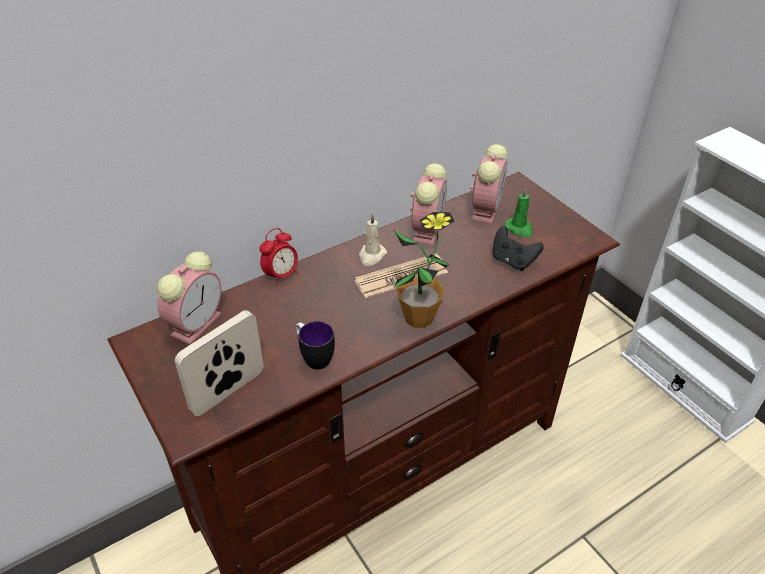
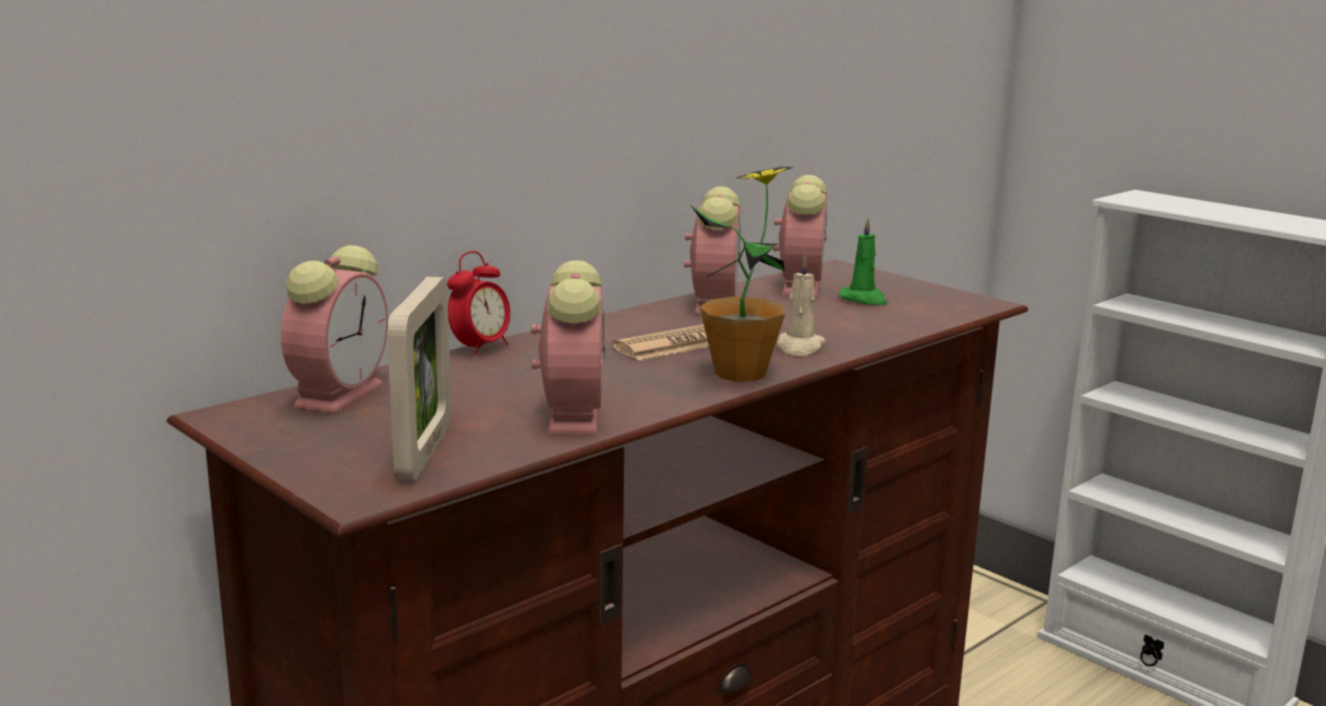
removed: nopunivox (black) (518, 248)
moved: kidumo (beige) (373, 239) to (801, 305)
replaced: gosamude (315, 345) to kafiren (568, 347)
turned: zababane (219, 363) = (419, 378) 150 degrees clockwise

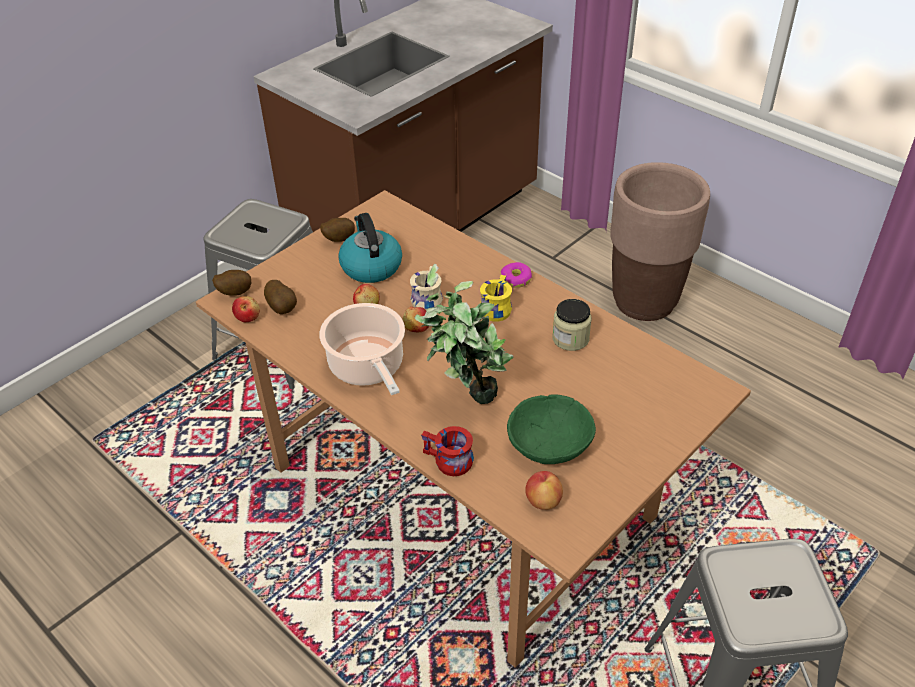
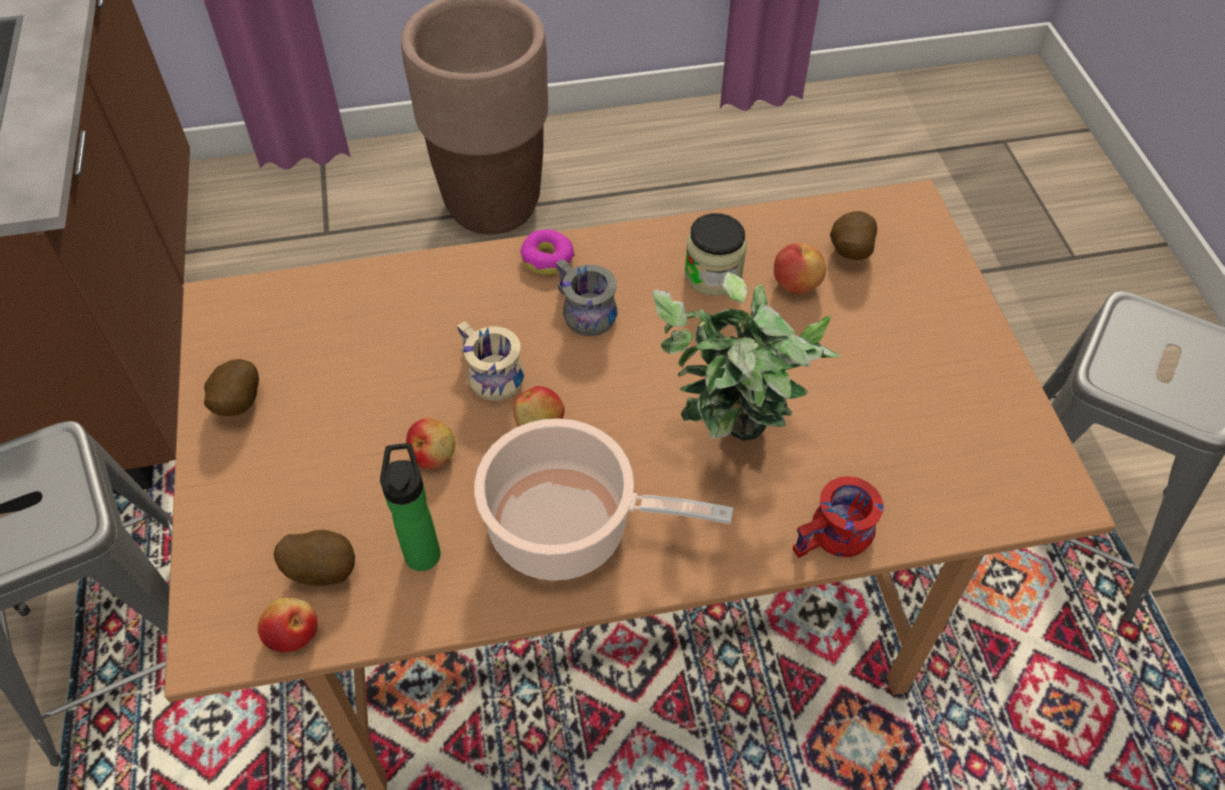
removed: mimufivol (370, 248); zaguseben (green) (551, 429)
added: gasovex (410, 507)
moved: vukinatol (231, 283) to (853, 235); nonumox (544, 490) to (800, 268)
recoloured: gosamude (yellow) (496, 298) to gosamude (grey) (586, 297)

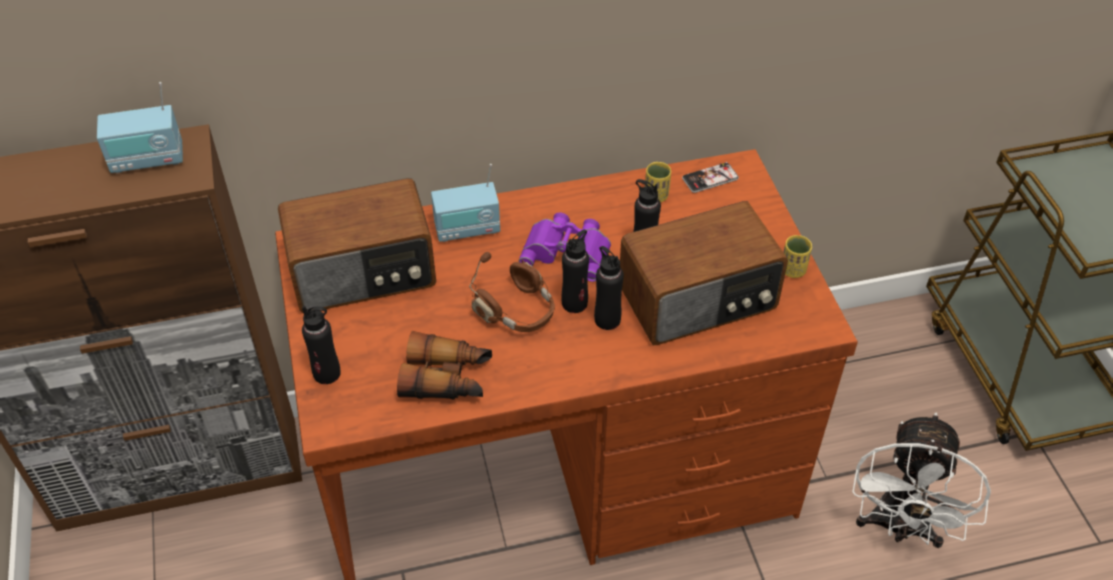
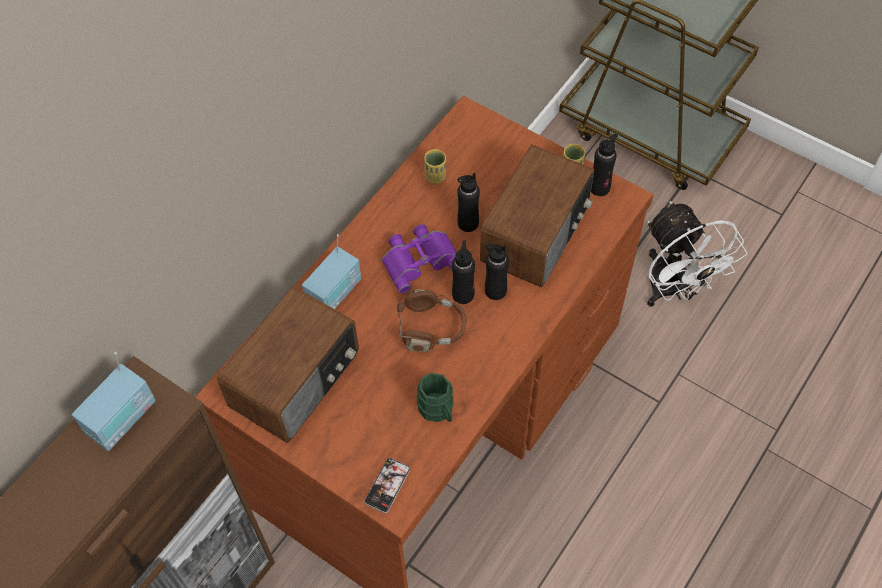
moved: gasovex (black) (321, 345) to (604, 165); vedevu (710, 177) to (387, 485)
replaced: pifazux (444, 365) to gosamude (green) (435, 397)

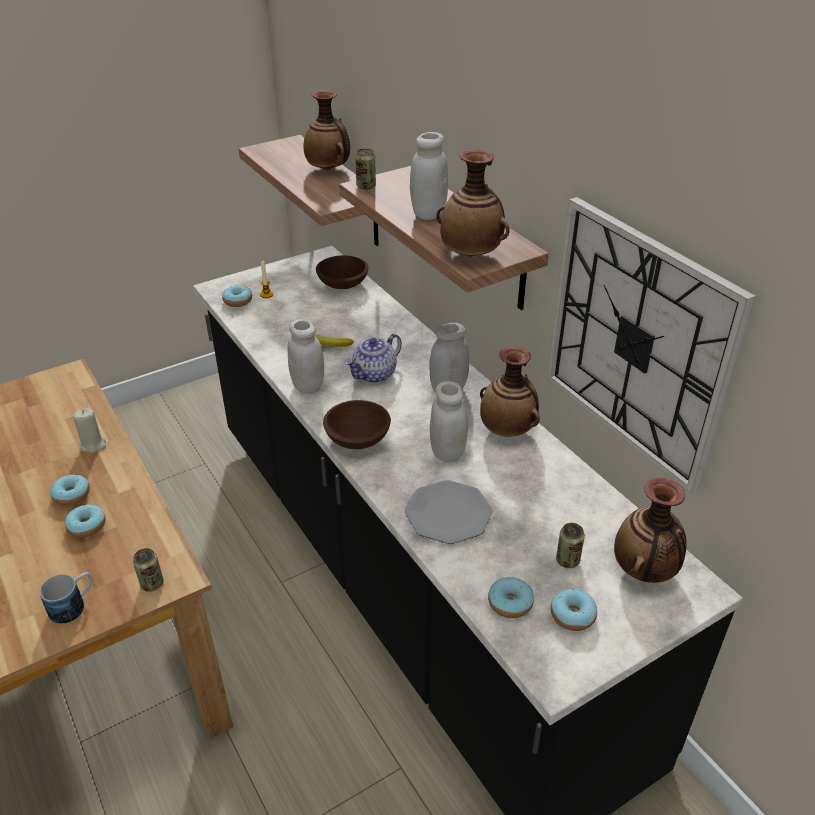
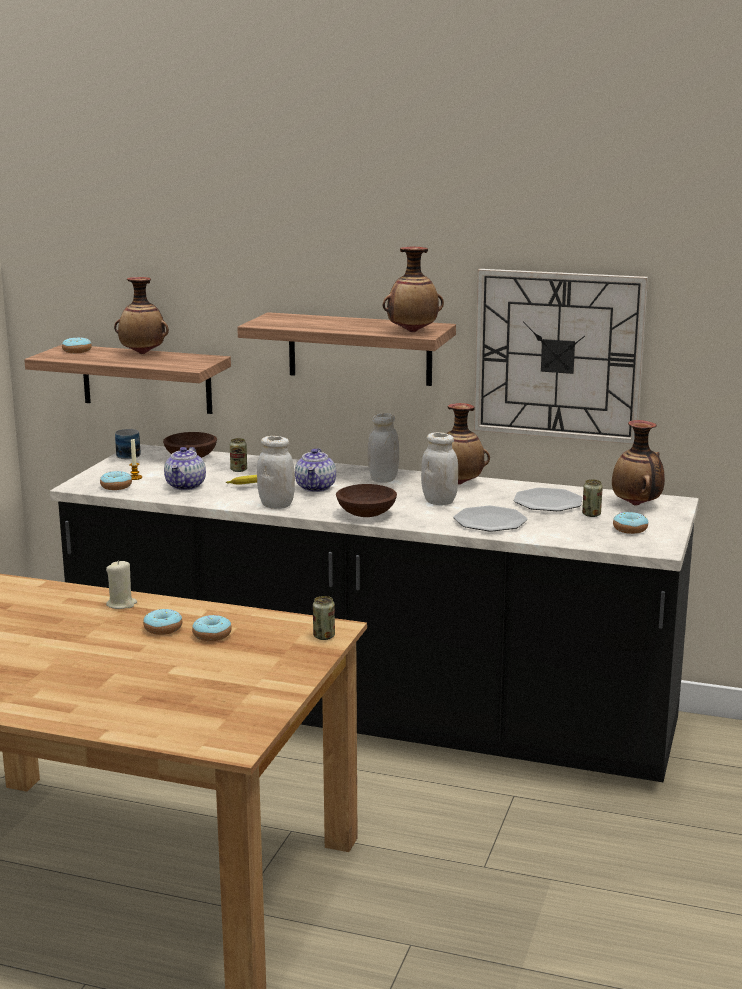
removed: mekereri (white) (429, 176)
added: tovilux (185, 468); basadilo (548, 499)
moved: gosamude (66, 598) to (128, 444); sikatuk (365, 169) to (238, 455); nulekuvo (511, 597) to (77, 345)

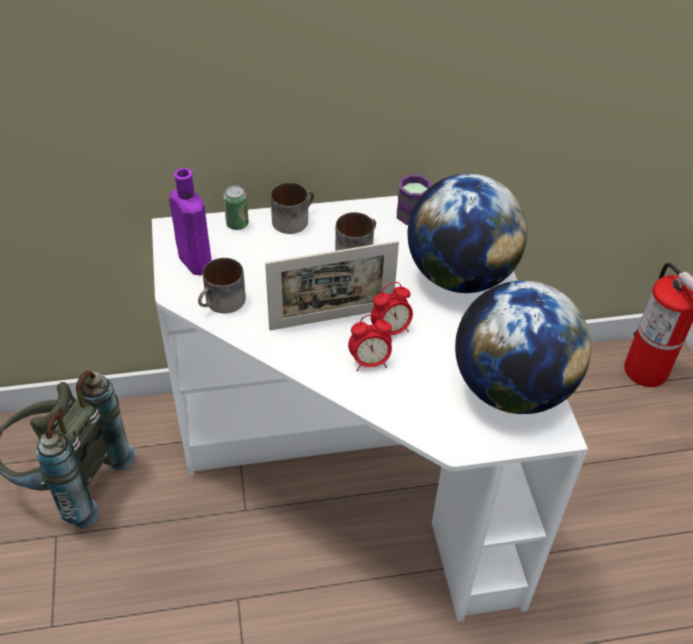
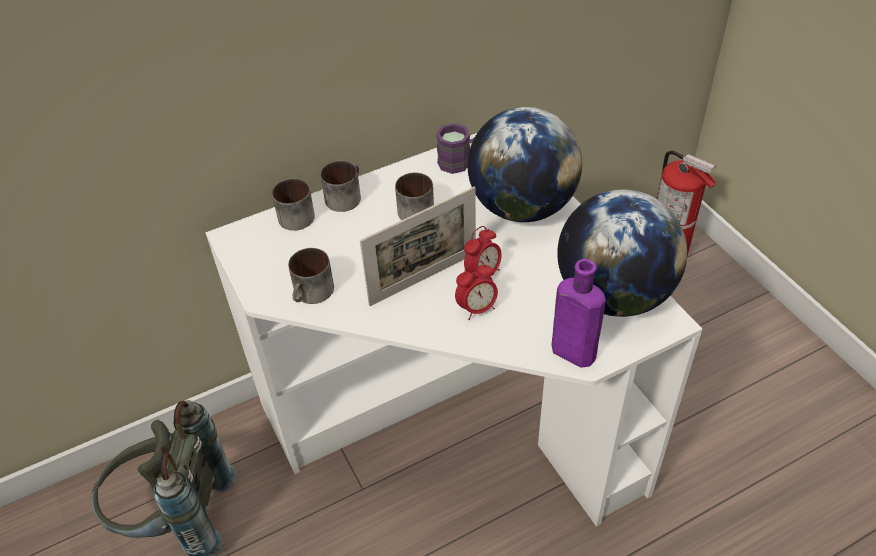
moved: gasovex (purple) (190, 221) to (579, 313)
replaced: sikatuk (236, 207) to gosamude (293, 205)

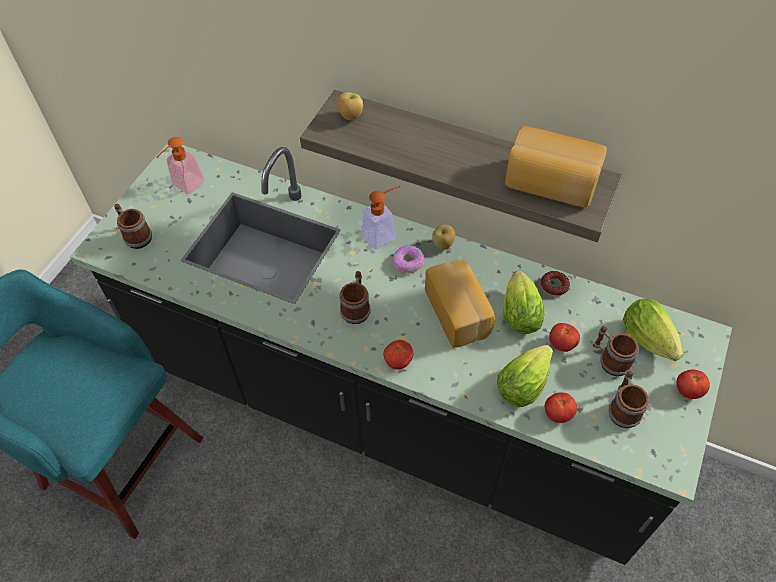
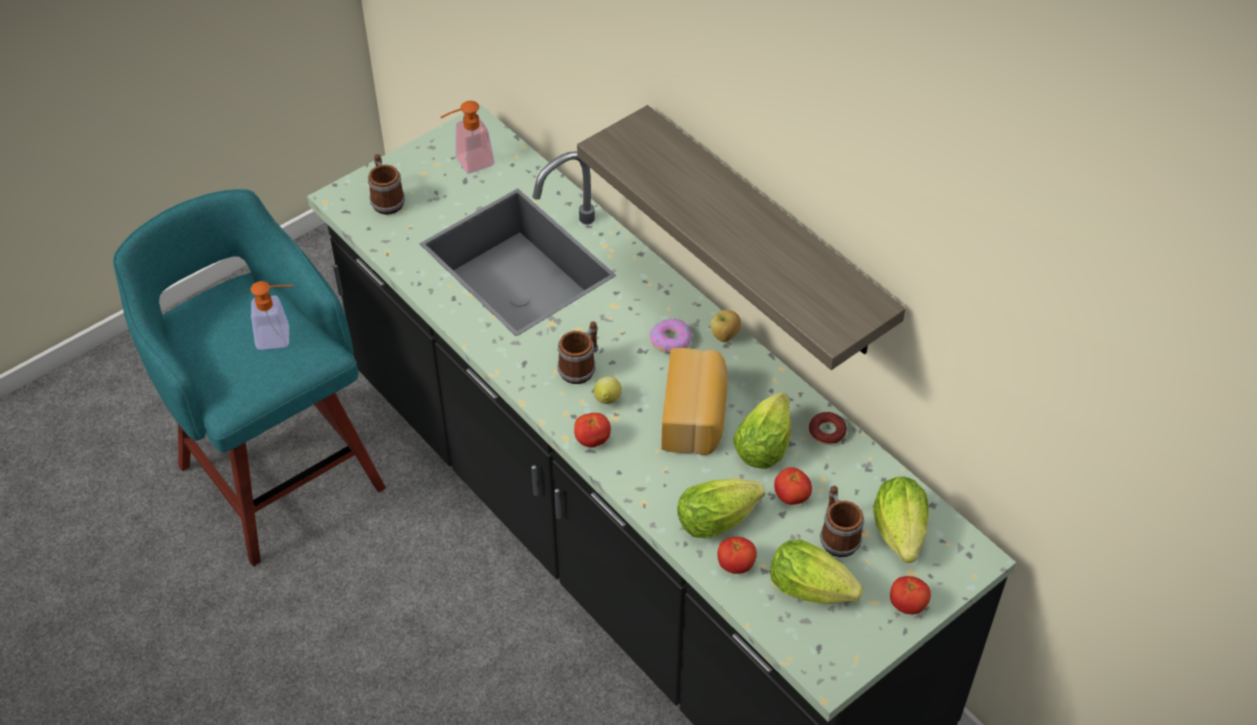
removed: nonumox (350, 106); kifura (556, 166)
added: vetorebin (608, 390)
moved: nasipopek (380, 217) to (272, 315)
replaced: gosamude (628, 399) to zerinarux (816, 571)

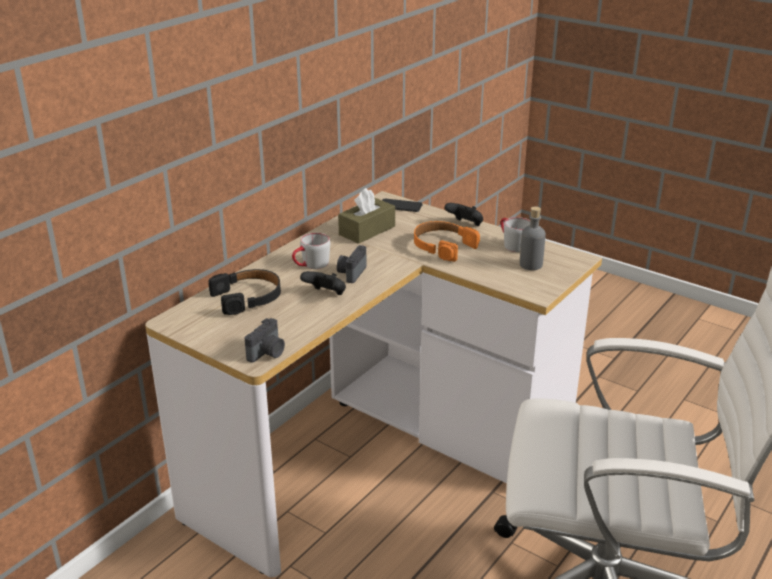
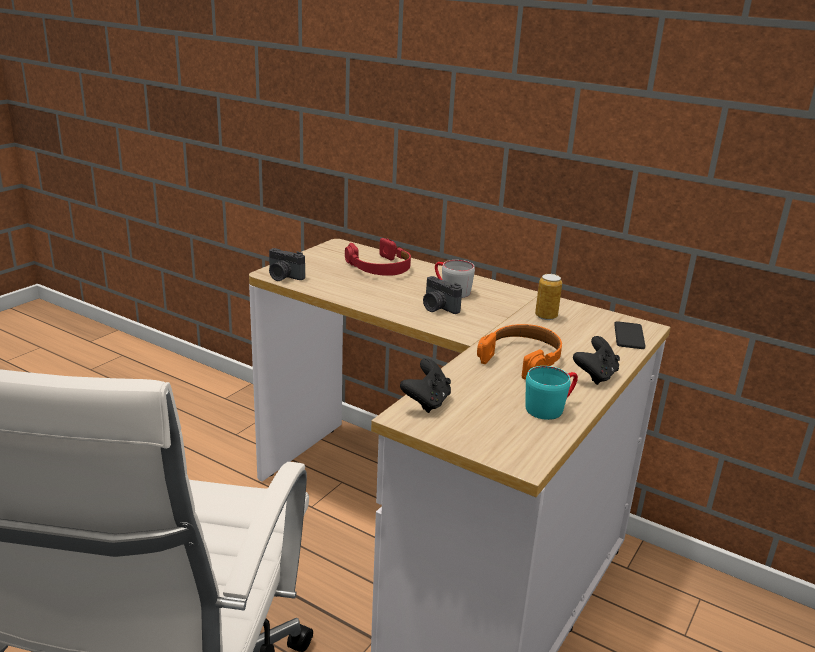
removed: gasovex (grey) (533, 238)
moved: nopunivox (black) (323, 283) to (425, 385)
replaced: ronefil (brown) (366, 216) to sikatuk (548, 297)
recoloured: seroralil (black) (245, 292) to seroralil (red) (378, 257); gosamude (grey) (515, 234) to gosamude (turquoise) (551, 393)
turned: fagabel (352, 264) = (442, 295) 150 degrees counterclockwise

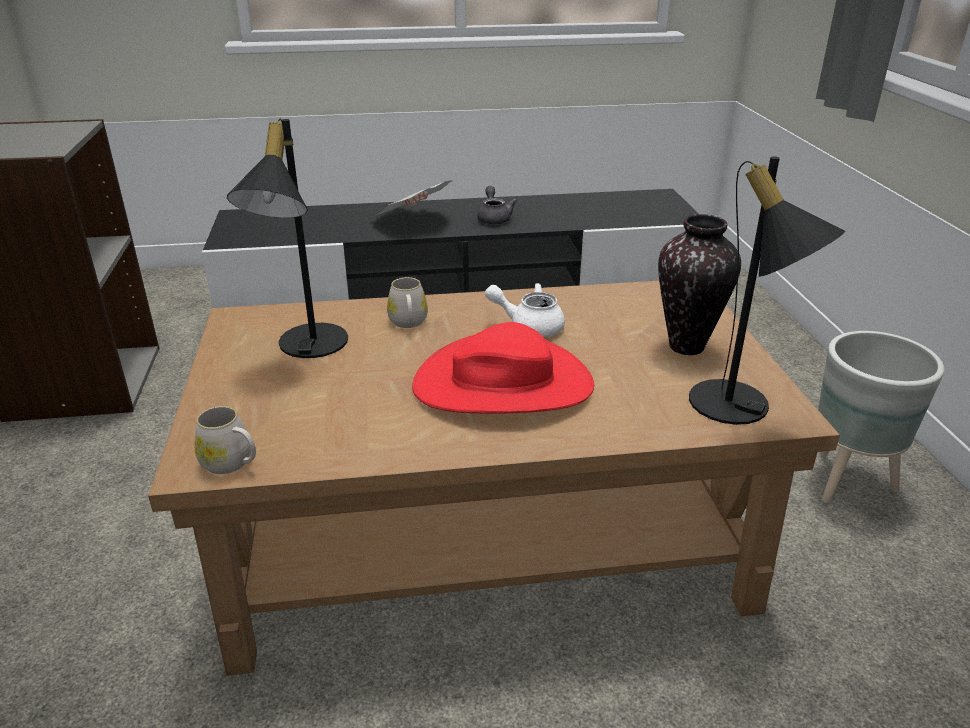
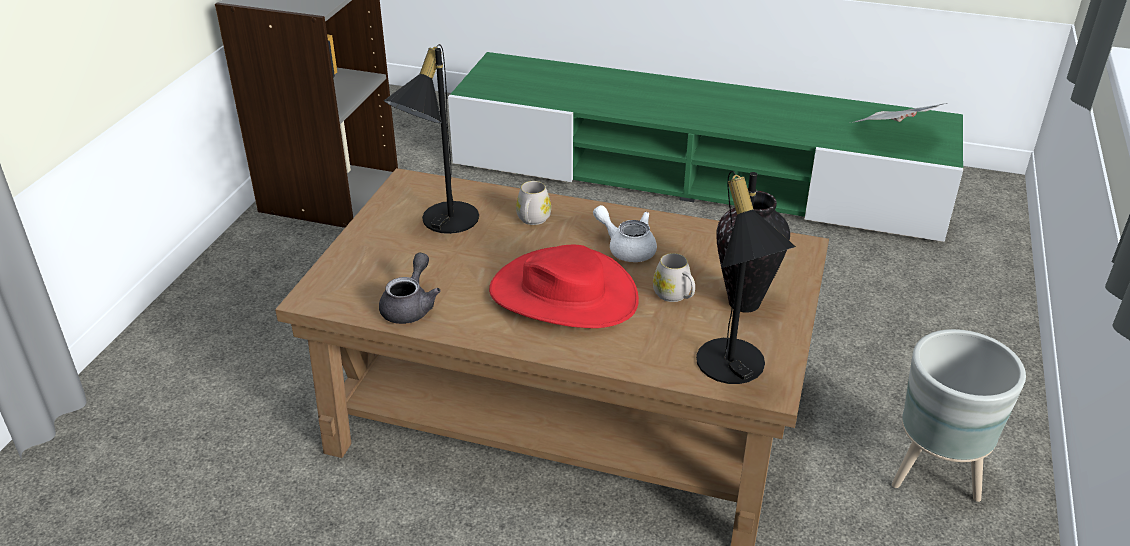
moved: gosamude (white) (225, 440) to (674, 277); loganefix (411, 198) to (898, 113); tovilux (grey) (497, 205) to (410, 288)
recoloured: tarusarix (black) (450, 248) to tarusarix (green) (705, 147)

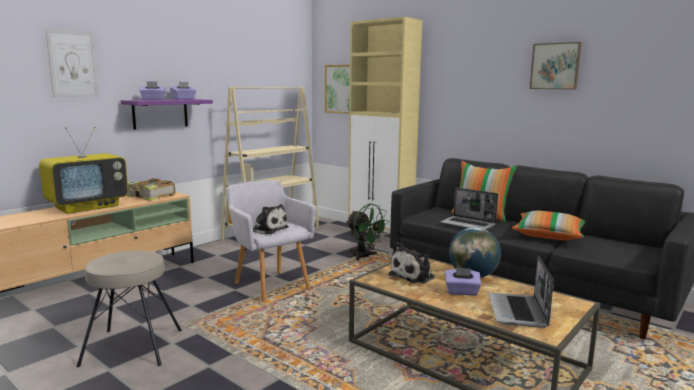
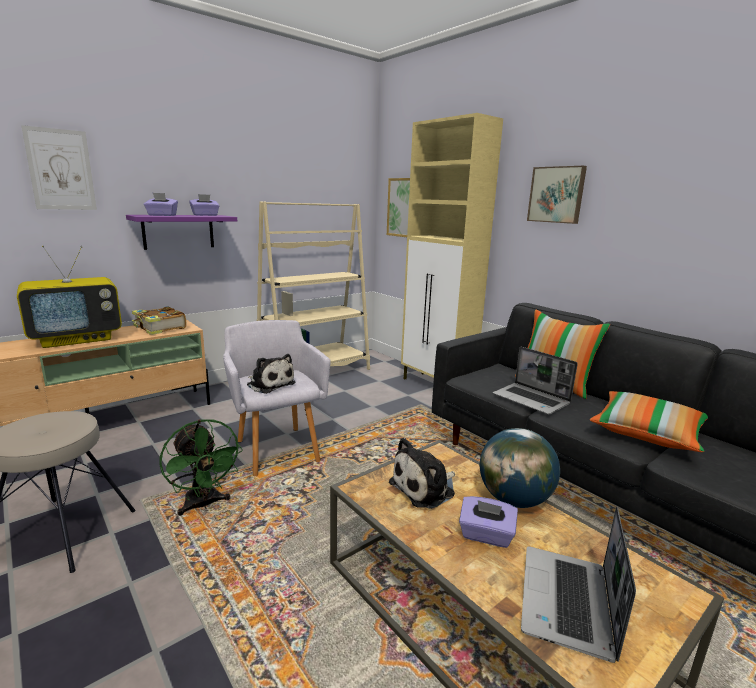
moved: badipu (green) (367, 231) to (201, 467); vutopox (556, 66) to (557, 195)

